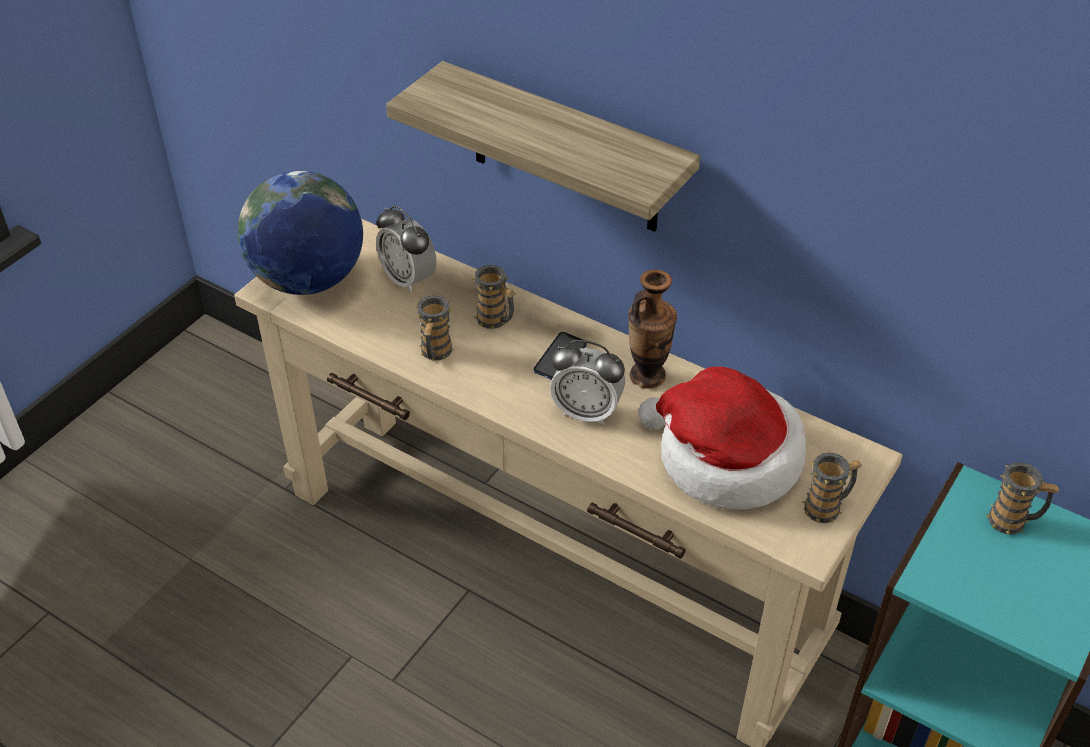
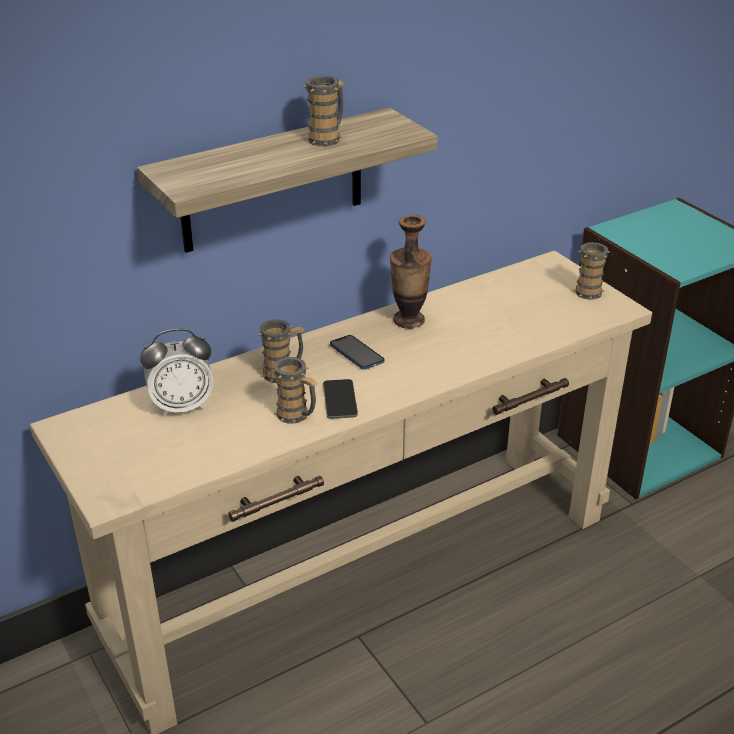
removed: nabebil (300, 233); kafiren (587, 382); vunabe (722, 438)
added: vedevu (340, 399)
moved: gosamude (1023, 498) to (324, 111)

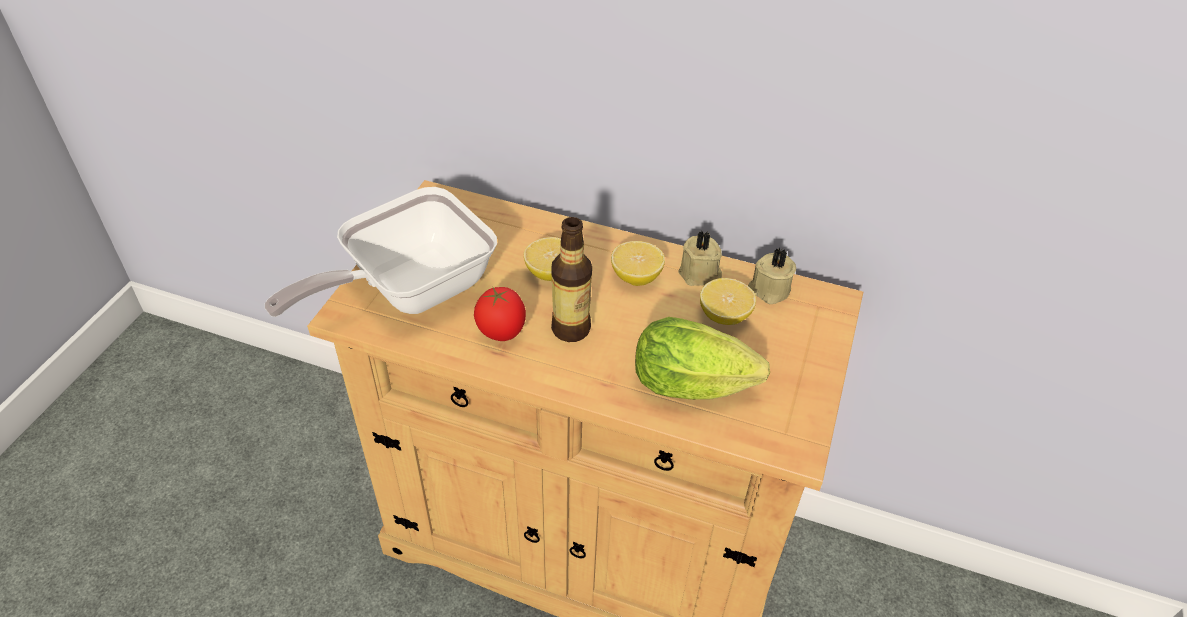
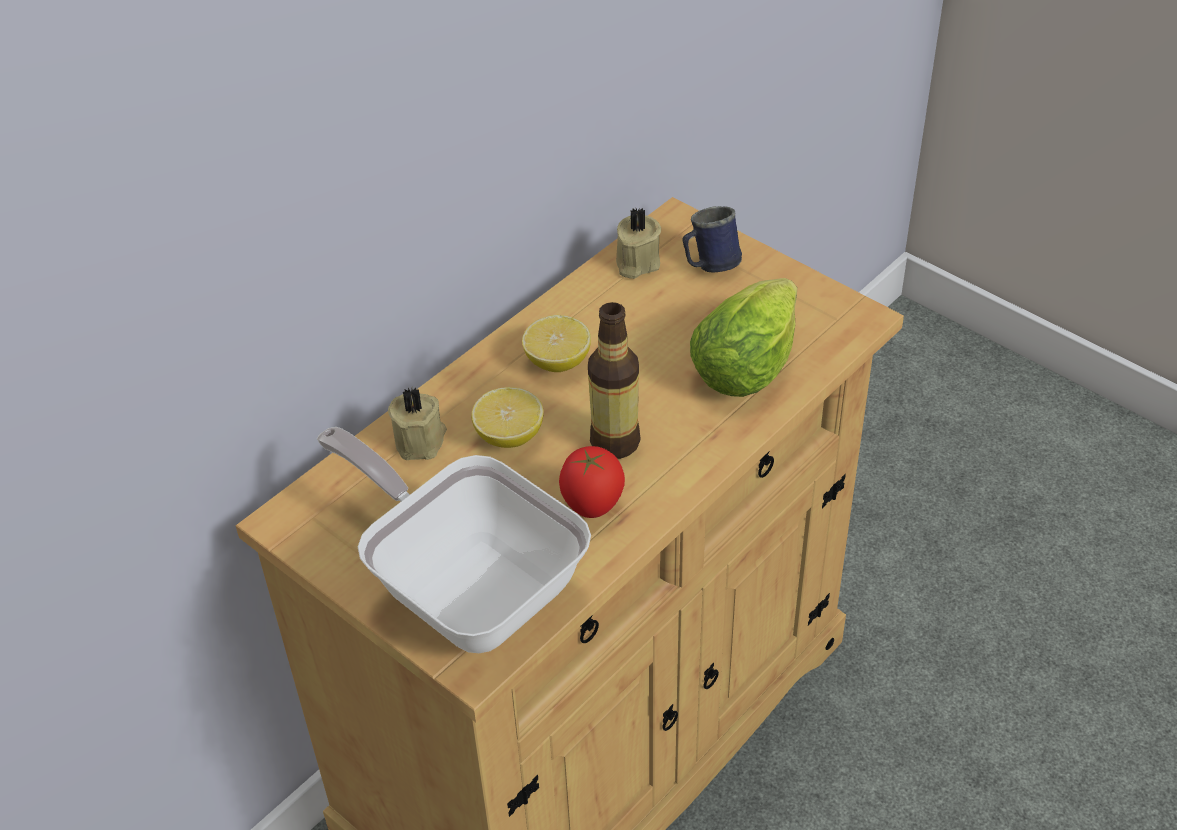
removed: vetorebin (728, 301)
added: gosamude (blue) (712, 239)
moved: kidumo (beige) (700, 258) to (417, 423)
turned: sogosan (381, 252) = (454, 540) 150 degrees clockwise

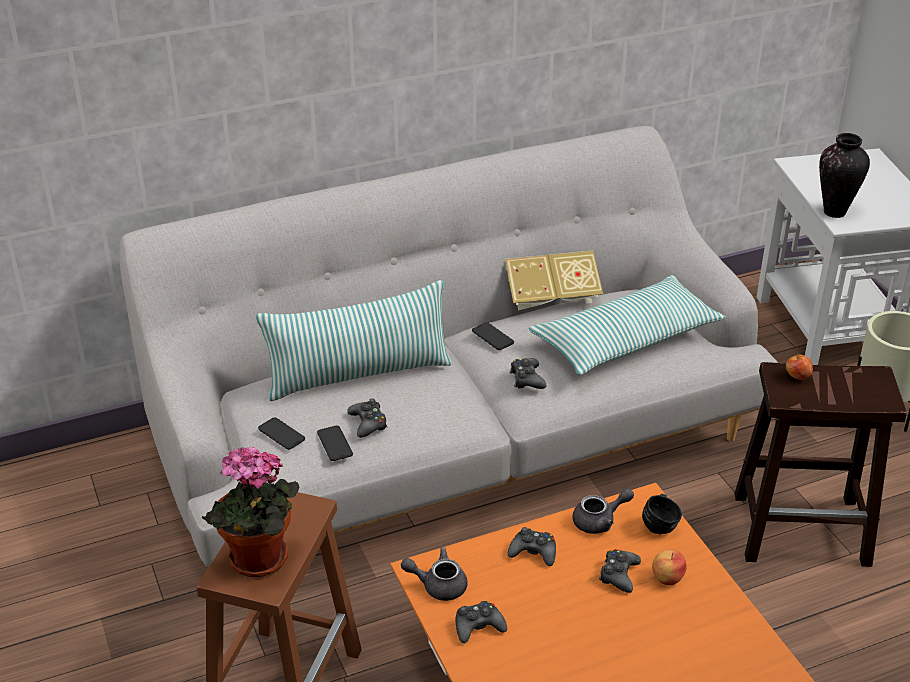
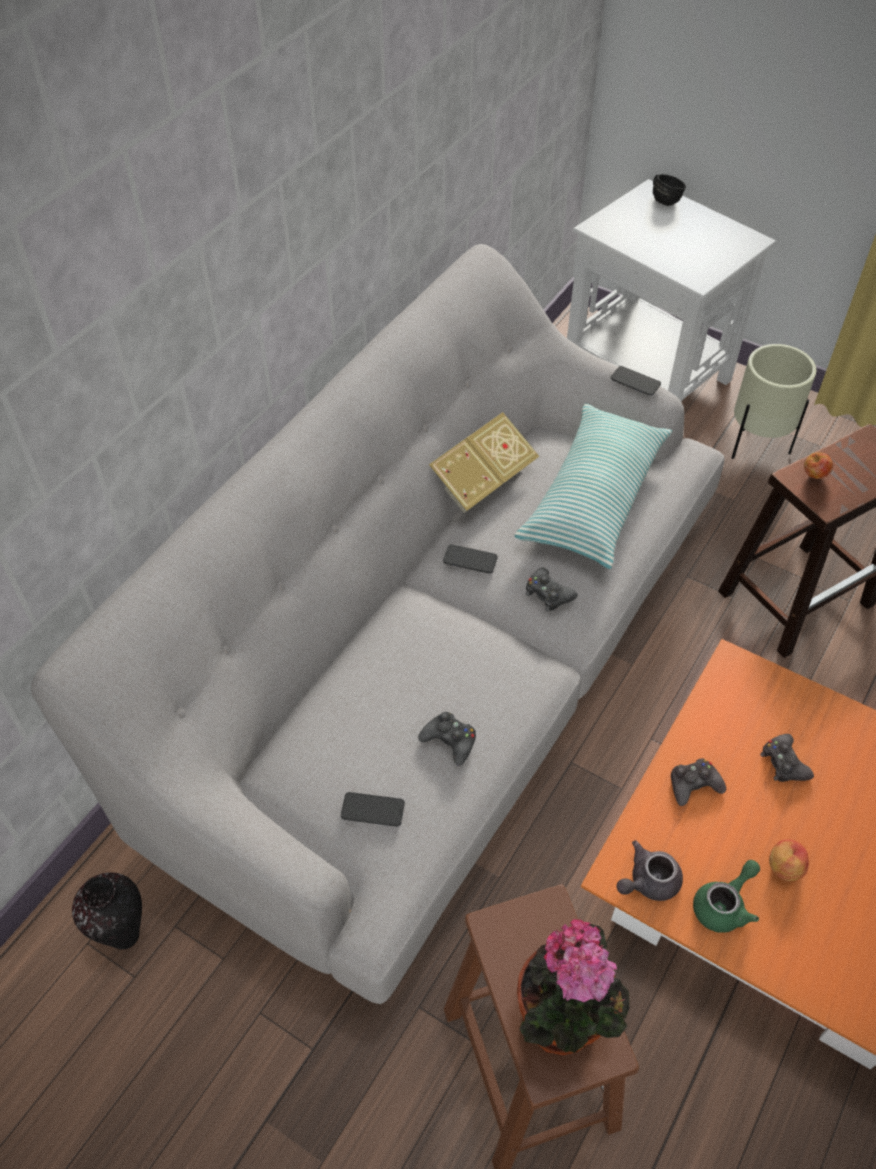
removed: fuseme (353, 340); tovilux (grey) (603, 511)
moved: vedevu (335, 443) to (636, 381); gosamude (black) (662, 514) to (669, 190); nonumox (669, 567) to (788, 860); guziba (844, 175) to (107, 911)
replaced: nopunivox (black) (481, 622) to tovilux (green) (726, 896)

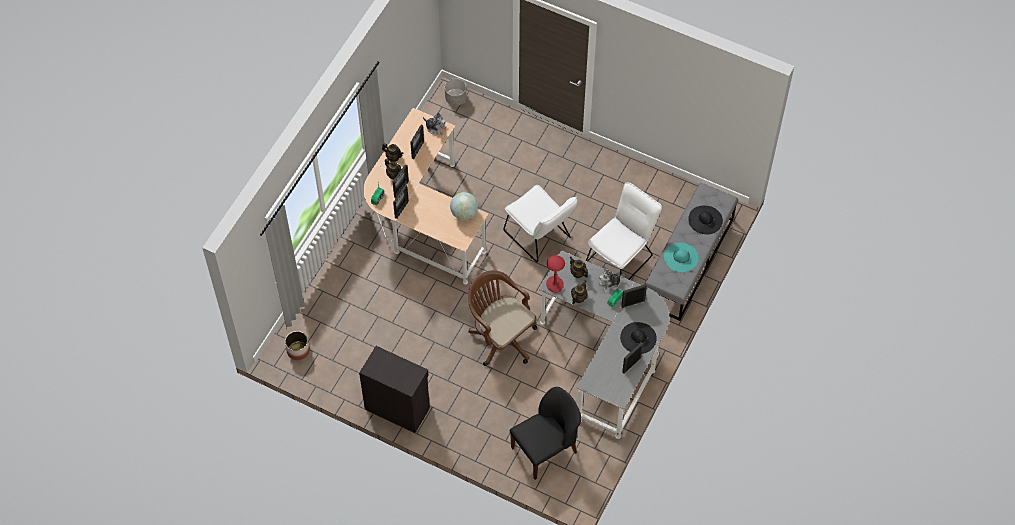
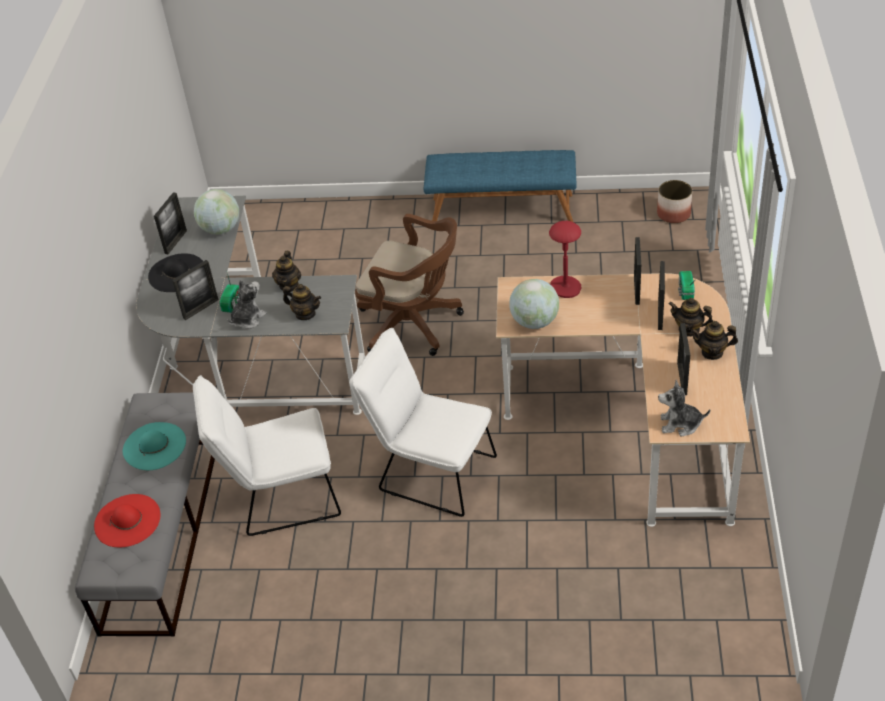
removed: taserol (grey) (455, 92); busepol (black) (545, 433)
added: nabebil (216, 211)
moved: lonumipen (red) (555, 274) to (565, 259)
replaced: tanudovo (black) (394, 389) to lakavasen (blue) (500, 186)
recoloured: vunabe (black) (705, 220) to vunabe (red) (127, 520)
turned: busepol (white) (624, 231) = (267, 455) 60 degrees clockwise

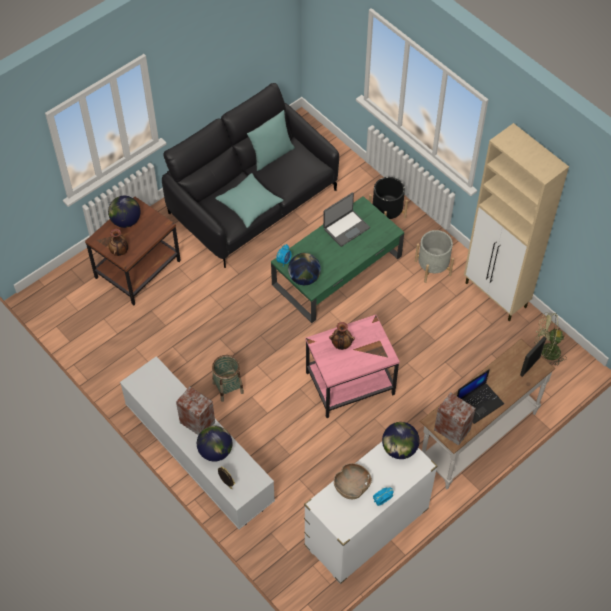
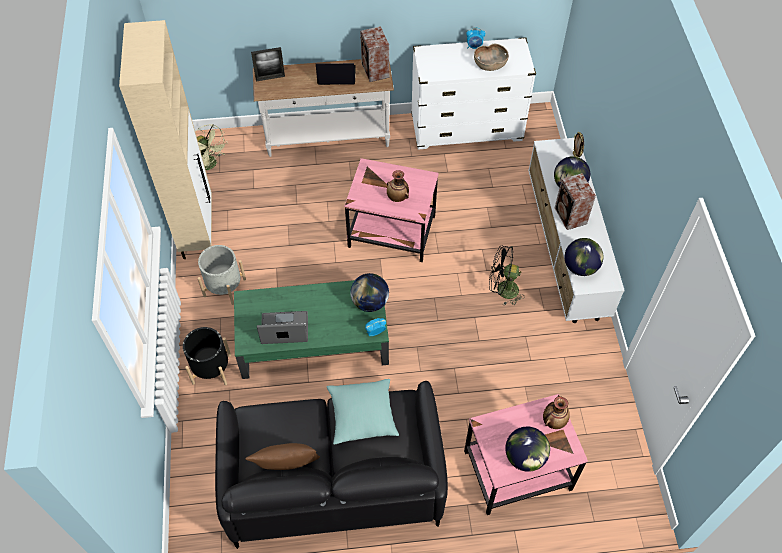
moved: nabebil (400, 440) to (584, 257)
replaced: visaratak (228, 378) to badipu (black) (507, 275)
recoloured: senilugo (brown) (133, 251) to senilugo (pink) (526, 454); fuseme (turquoise) (271, 140) to fuseme (brown) (282, 456)

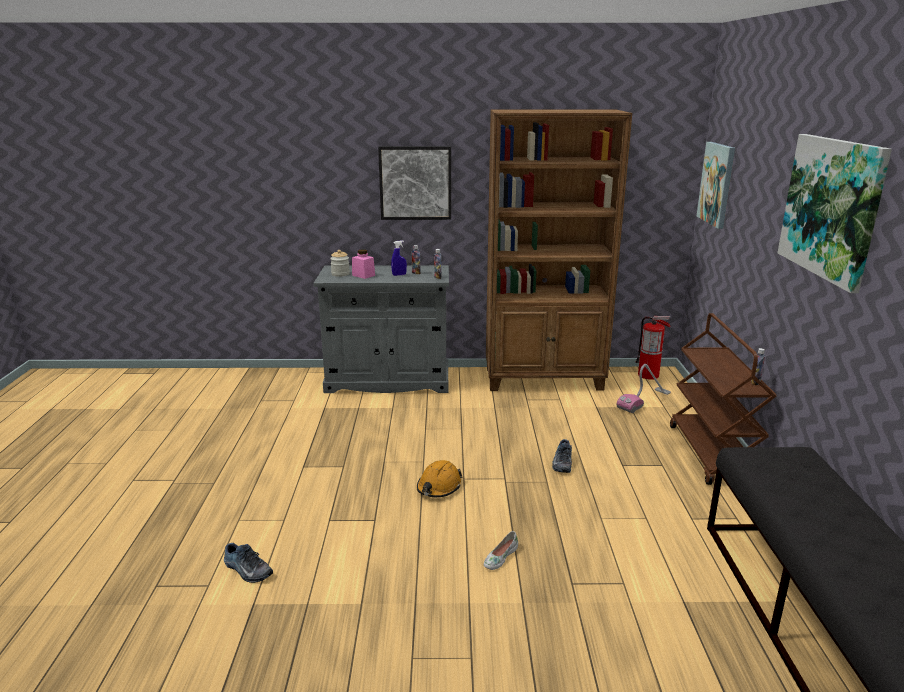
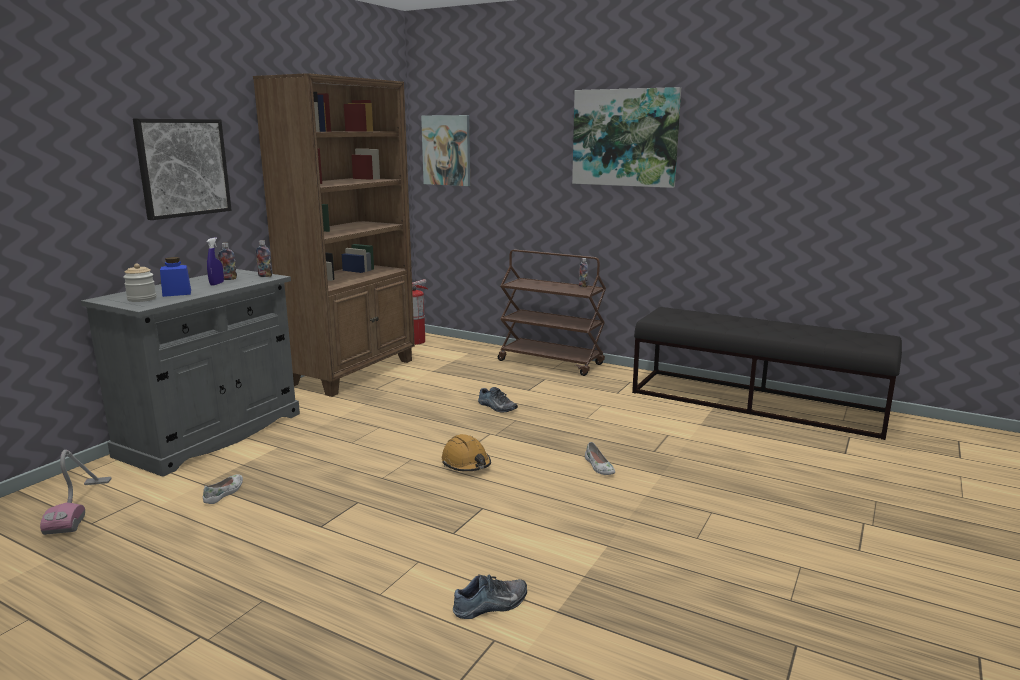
added: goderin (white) (223, 489)
moved: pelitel (643, 388) to (75, 492)
recoloured: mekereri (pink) (363, 264) to mekereri (blue) (175, 277)

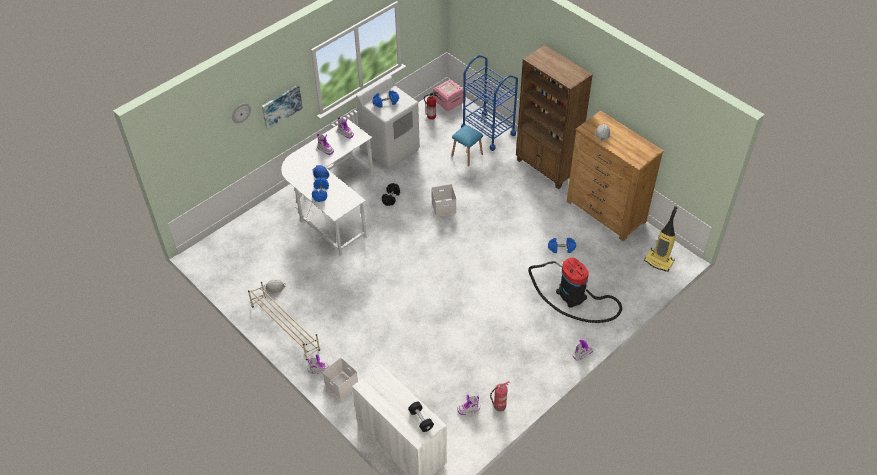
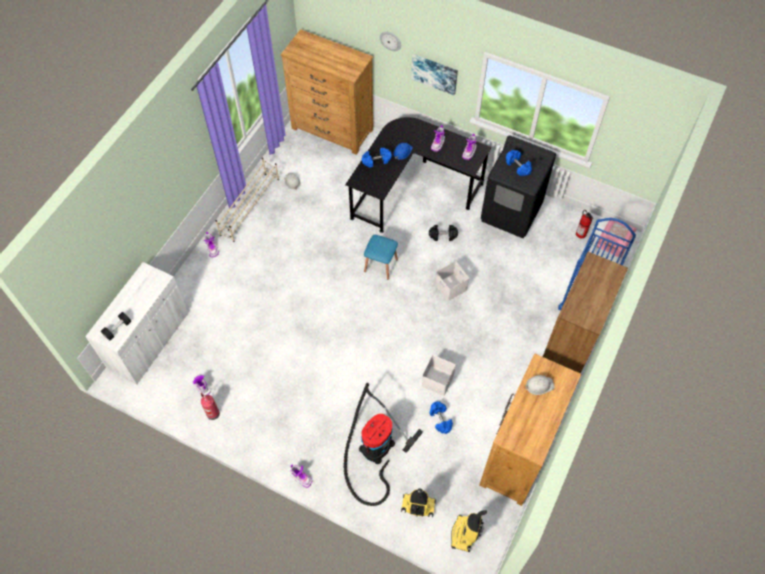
added: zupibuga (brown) (327, 92); pelitel (418, 503)
moved: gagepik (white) (340, 379) to (439, 375); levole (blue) (467, 145) to (381, 257)
recoloured: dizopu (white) (327, 187) to dizopu (black) (418, 175); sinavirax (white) (388, 122) to sinavirax (black) (518, 186)

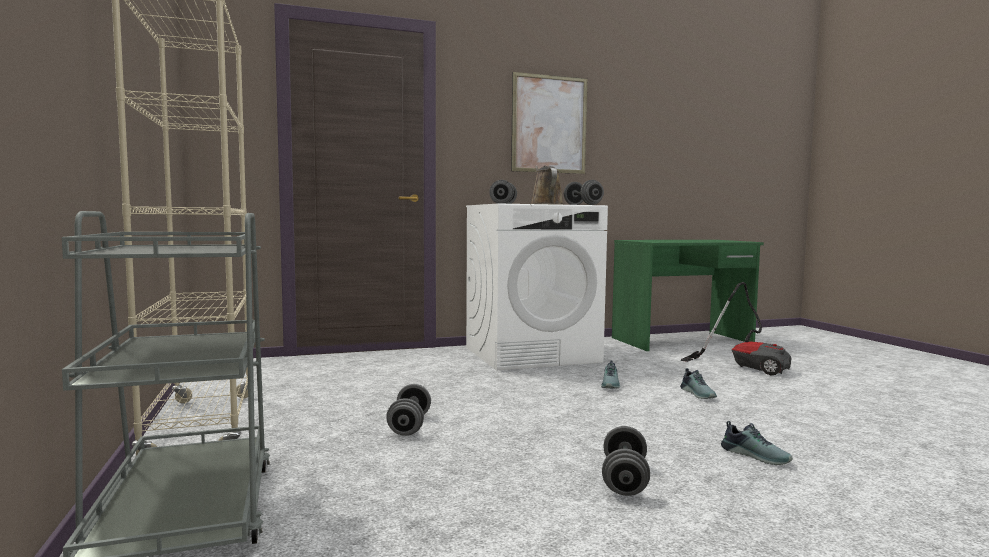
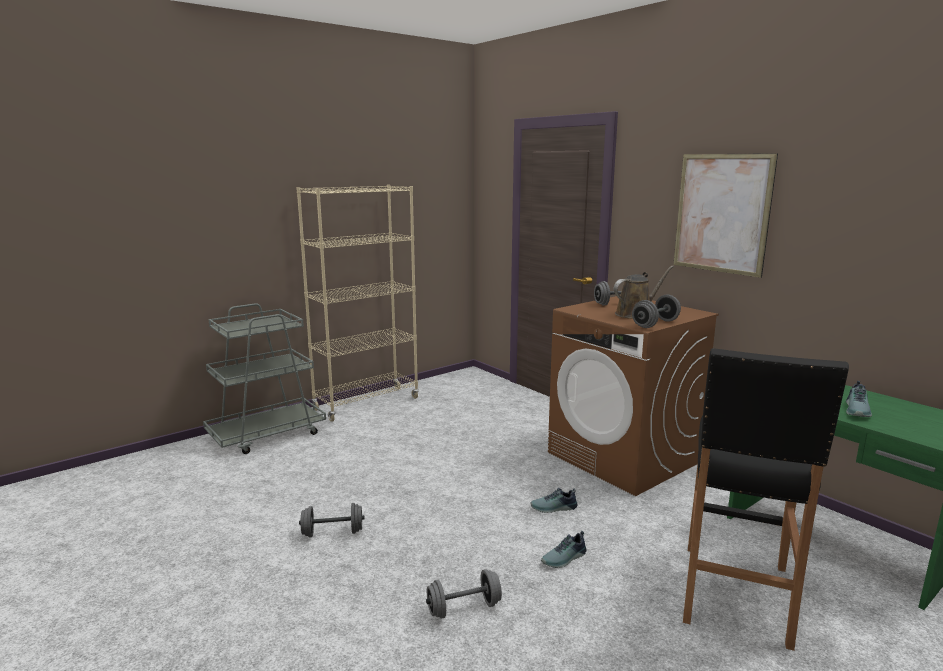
moved: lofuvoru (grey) (408, 410) to (464, 594); goderin (757, 443) to (859, 399)
replaced: pelitel (736, 328) to levole (black) (766, 499)
recoloured: sinavirax (white) (537, 287) to sinavirax (brown) (633, 396)

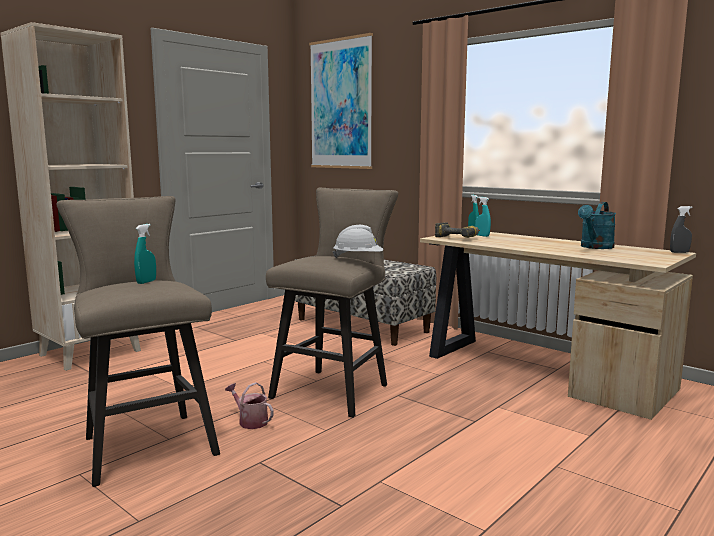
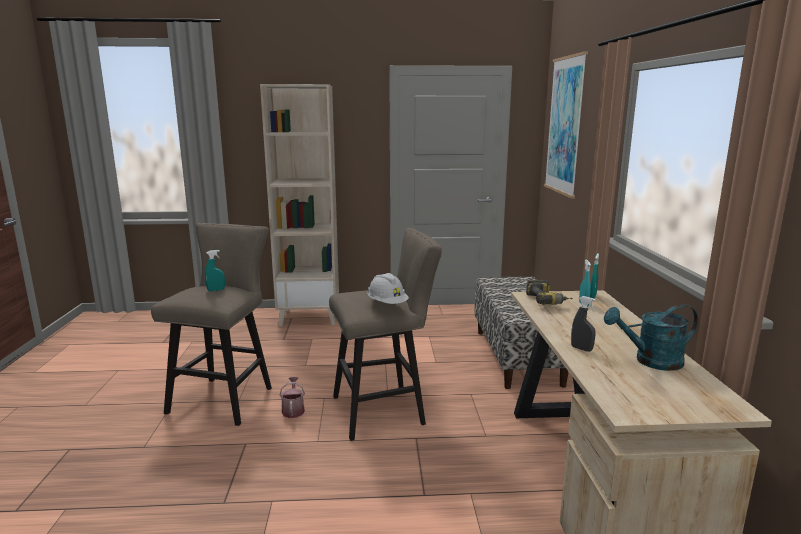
moved: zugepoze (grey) (681, 229) to (583, 324)

